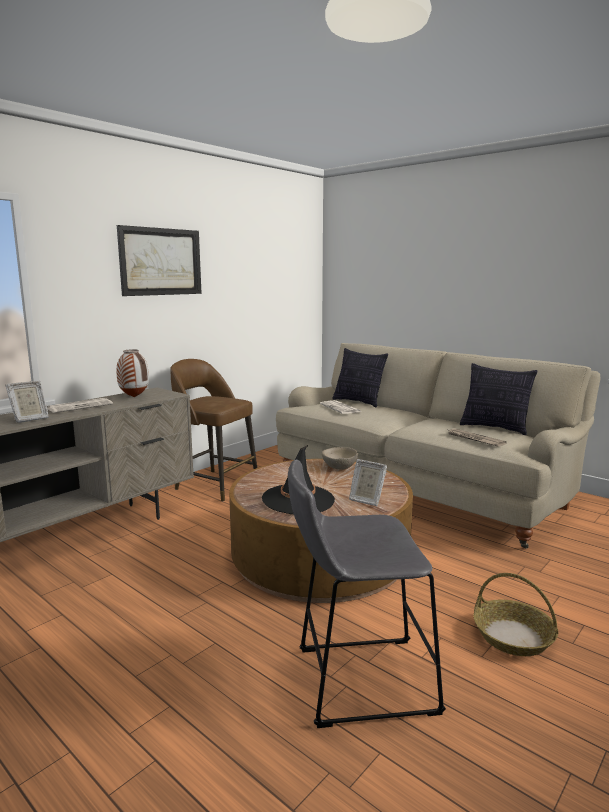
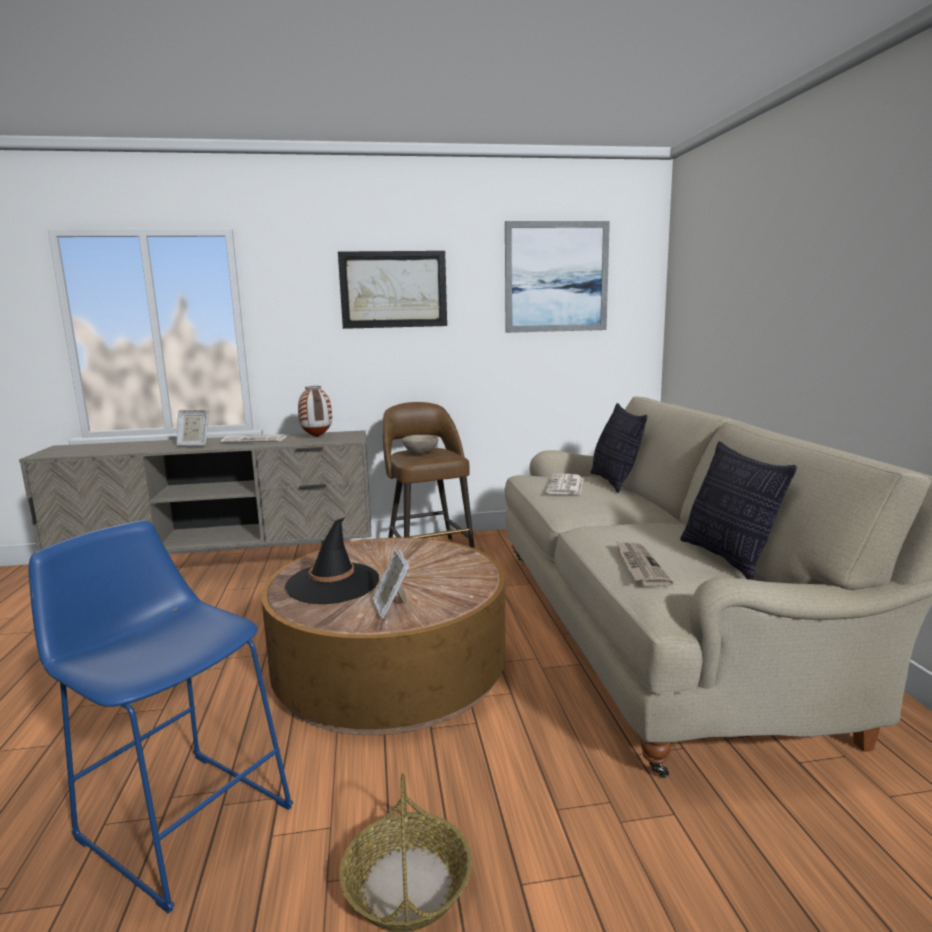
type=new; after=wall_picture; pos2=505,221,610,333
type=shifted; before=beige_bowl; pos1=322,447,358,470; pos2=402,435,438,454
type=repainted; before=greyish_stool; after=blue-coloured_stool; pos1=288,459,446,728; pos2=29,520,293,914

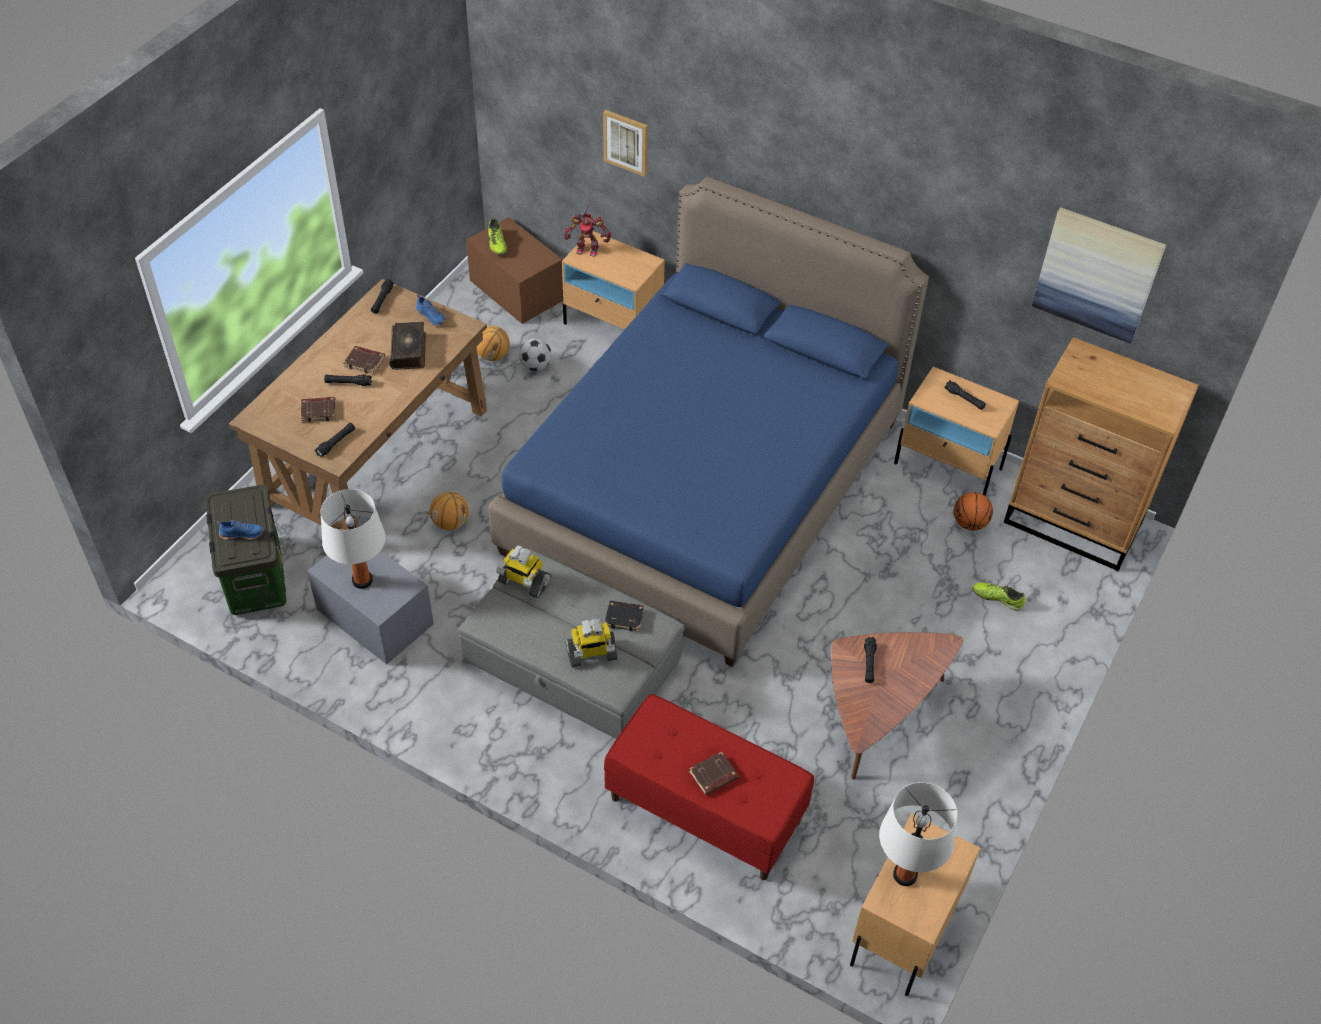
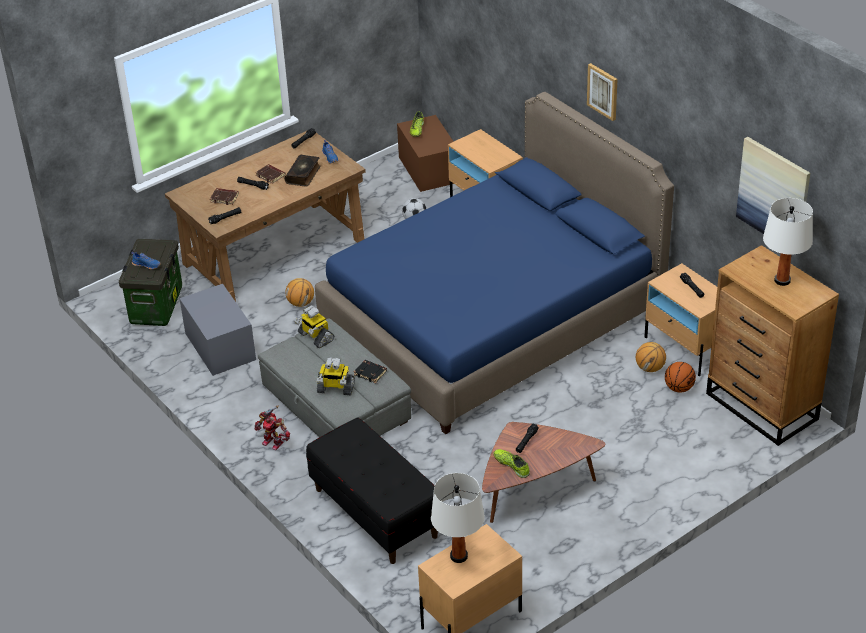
type=gone; before=brownish_volume; pos1=689,752,739,795
type=shifted; before=white-coloured_tabletop_lamp; pos1=321,489,386,589; pos2=763,198,813,286
type=shifted; before=basketball_ball; pos1=476,326,510,361; pos2=636,342,666,372
type=shifted; before=robot_figure; pos1=564,205,612,257; pos2=254,405,290,450
type=shifted; before=wall_picture; pos1=603,110,648,177; pos2=587,63,618,121
type=shifted; before=low_shoe; pos1=973,583,1025,611; pos2=493,449,530,478
type=repainted; before=red-coloured_long_seat; after=blackish_long_seat; pos1=604,694,814,880; pos2=306,417,438,564

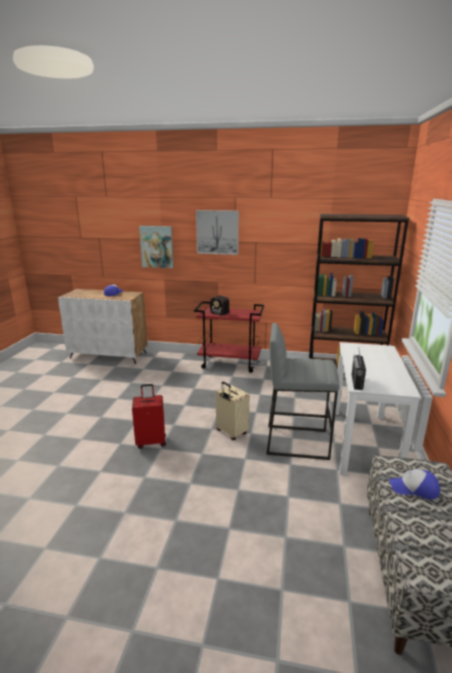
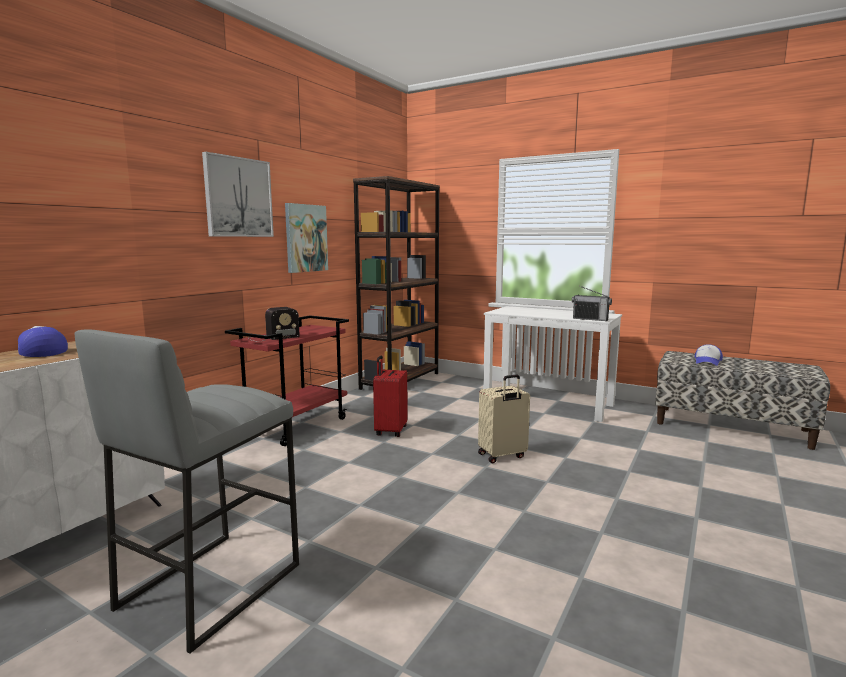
type=shifted; before=red-coloured_piece_of_luggage; pos1=132,384,166,449; pos2=373,355,408,437
type=shifted; before=wall_picture; pos1=139,226,174,268; pos2=285,203,328,273
type=shifted; before=greyish_stool; pos1=266,323,340,460; pos2=74,329,299,654

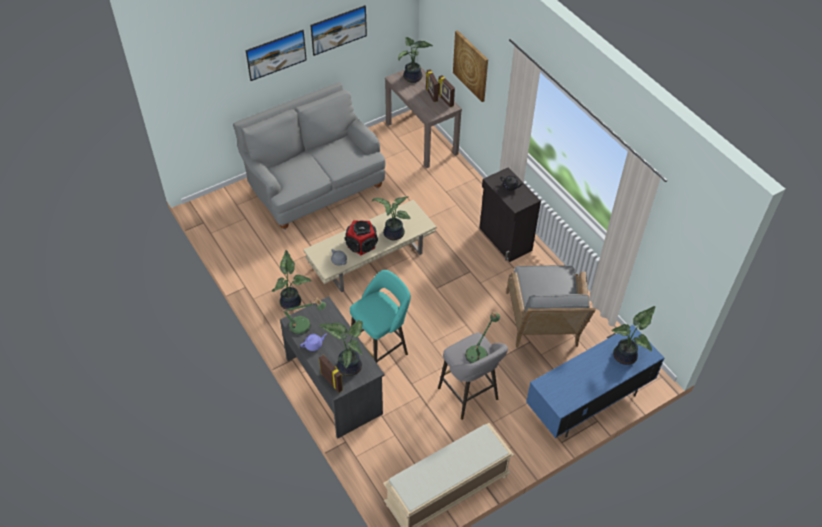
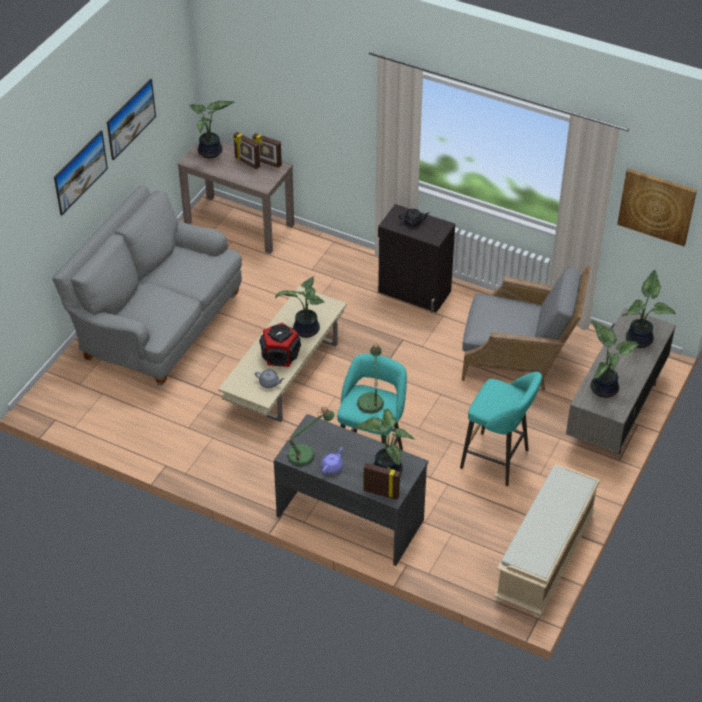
type=shifted; before=potted_plant; pos1=272,250,311,309; pos2=591,320,639,398
type=shifted; before=wall_picture; pos1=453,30,488,102; pos2=617,169,697,246
type=shifted; before=tabletop_lamp; pos1=465,312,500,363; pos2=357,343,384,414
type=repainted; before=greyish_stool; after=turquoise_stool; pos1=438,333,508,420; pos2=460,372,542,486
type=repainted; before=blue-coloured_tv_stand; after=greyish_tv_stand; pos1=526,325,664,438; pos2=566,308,676,454
type=rotated; before=greyish_armchair; pos1=506,265,596,347; pos2=462,265,591,391; turn=-45

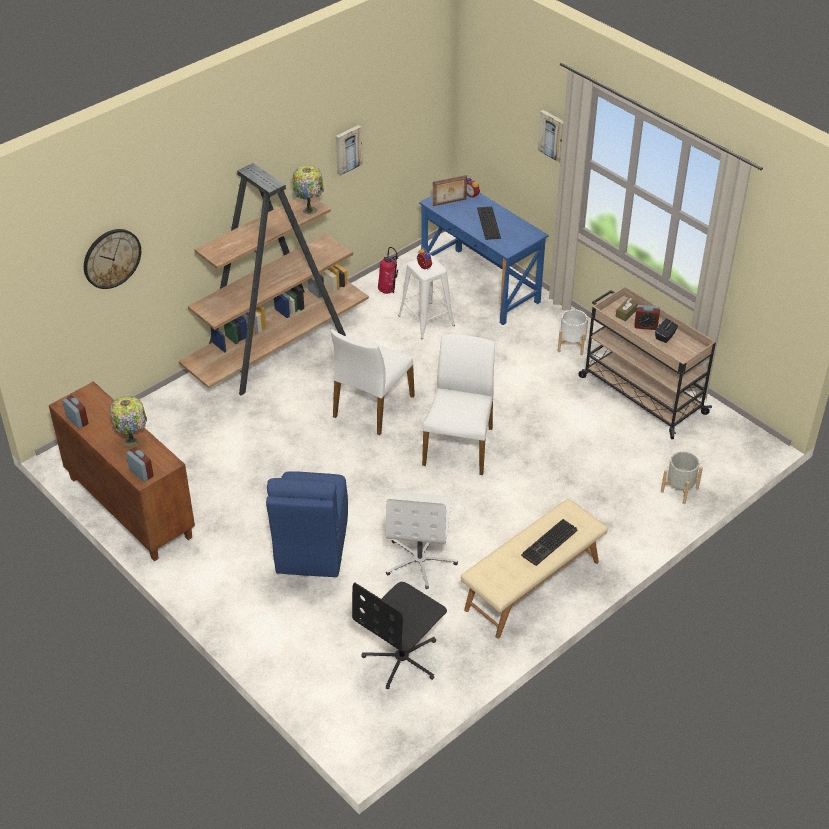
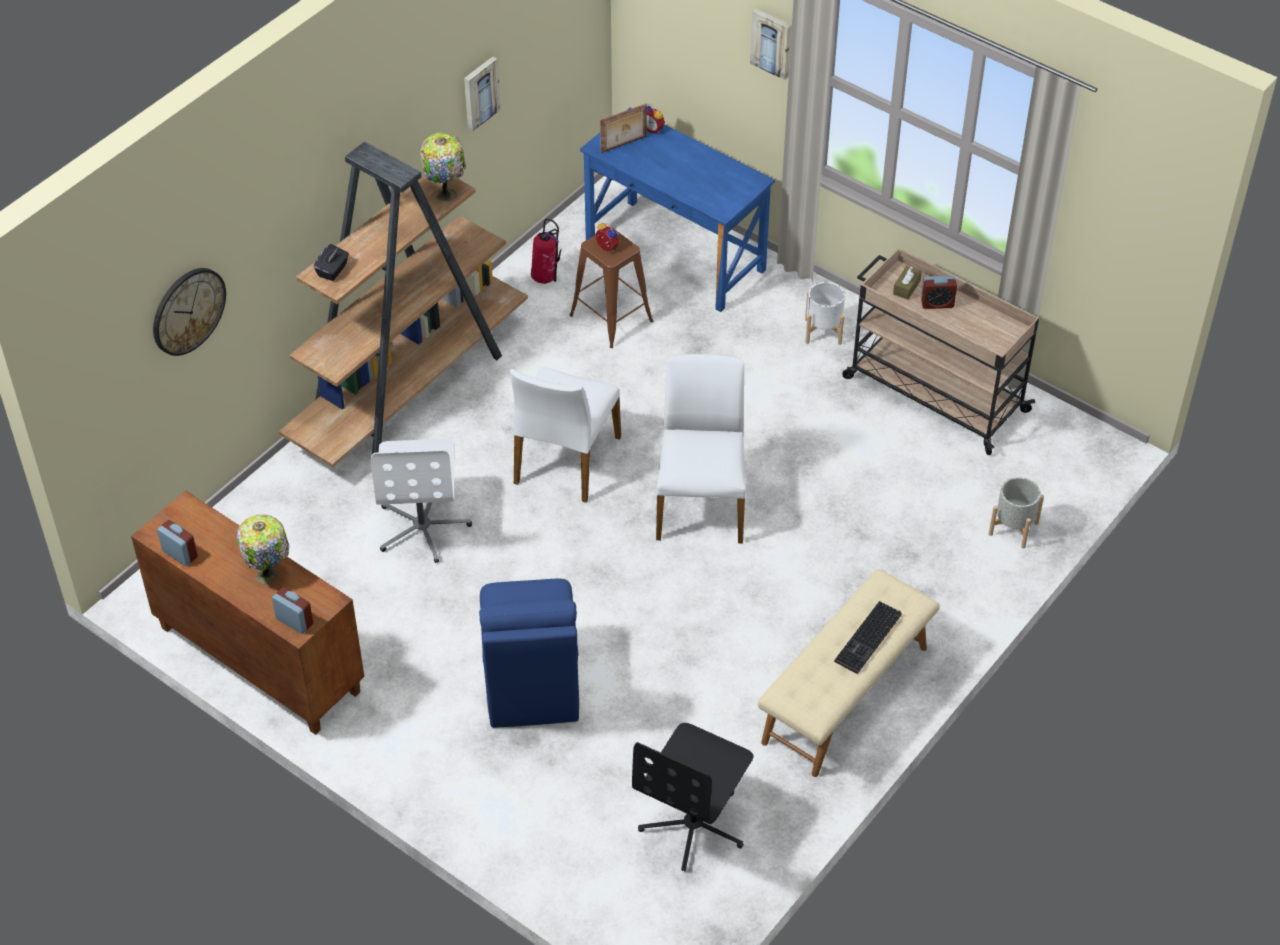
type=gone; before=computer_keyboard; pos1=477,207,501,240
type=shifted; before=white-coloured_computer_chair; pos1=386,492,458,589; pos2=371,439,472,563
type=shifted; before=blackish_box_of_tissues; pos1=655,318,678,343; pos2=314,244,349,281
type=repainted; before=white-coloured_stool; after=brownish_stool; pos1=398,255,455,339; pos2=569,227,653,348

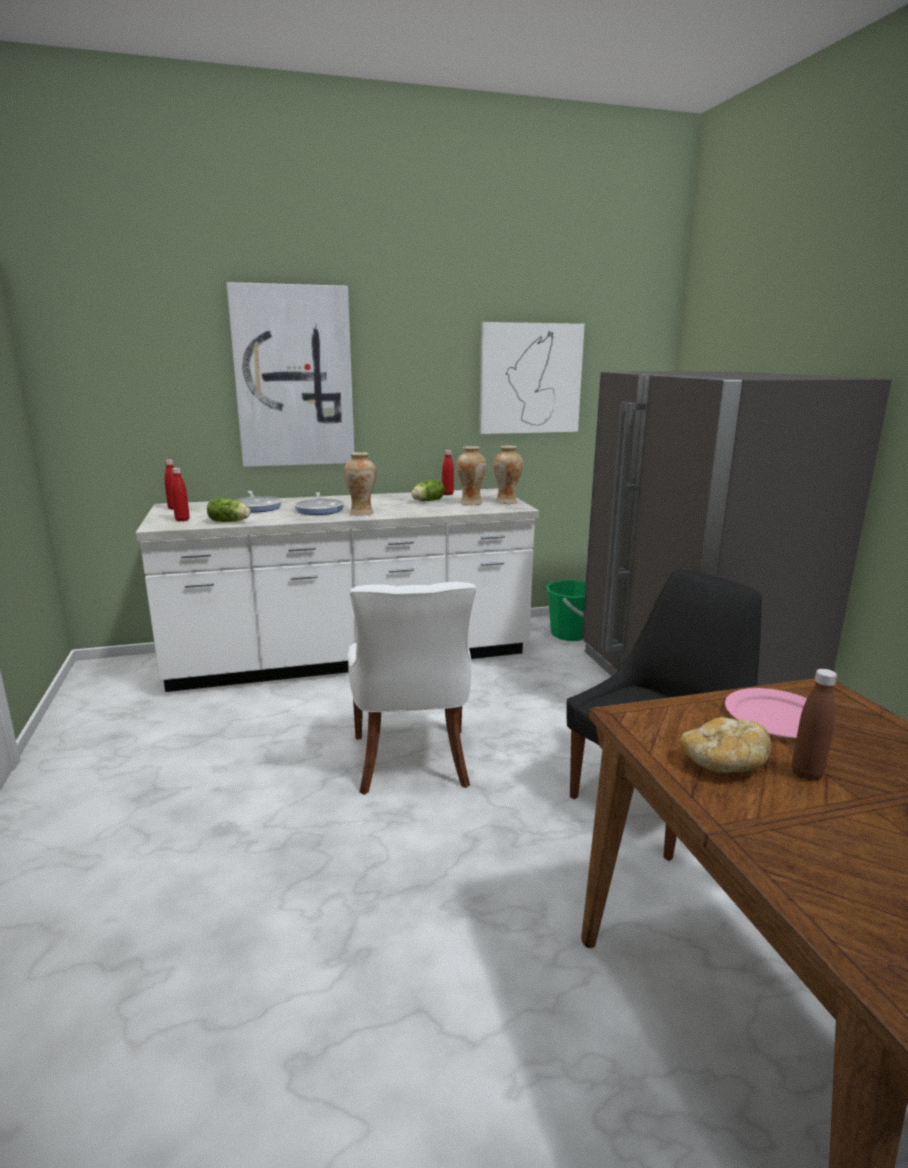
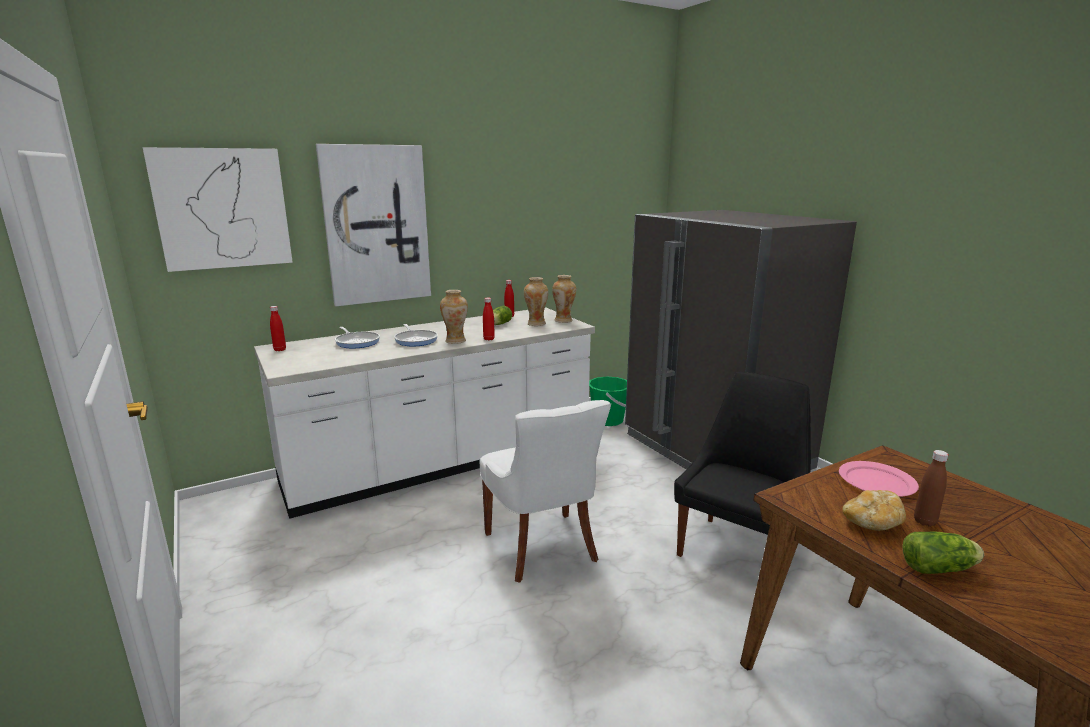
type=shifted; before=red-coloured_bottle; pos1=172,468,190,522; pos2=483,298,495,341
type=shifted; before=head_of_lettuce; pos1=207,498,251,522; pos2=902,532,984,574
type=shifted; before=wall_picture; pos1=479,322,585,434; pos2=143,147,293,272

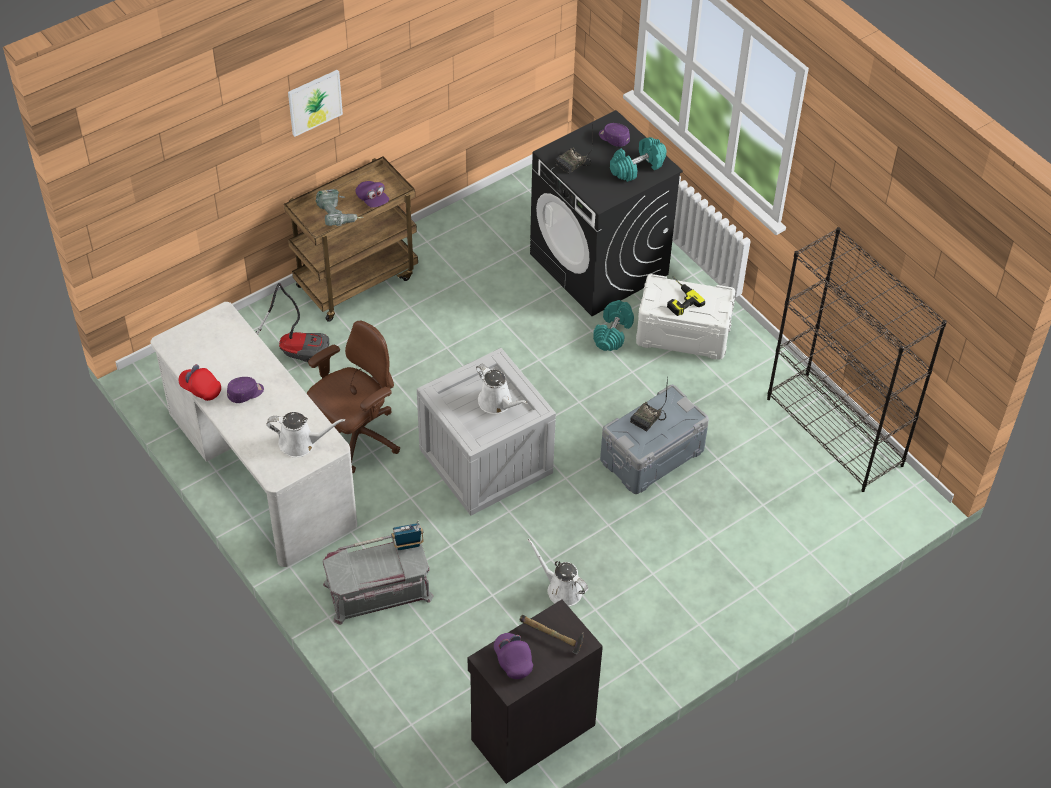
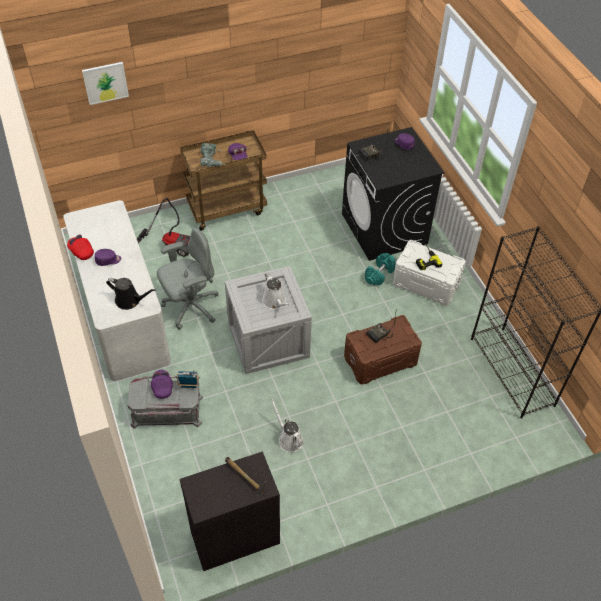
type=gone; before=turquoise_dumbbell; pos1=610,137,666,182
type=shifted; before=wall_picture; pos1=288,70,343,137; pos2=82,62,129,105
type=shifted; before=purple-coloured_peaked_cap; pos1=494,633,533,679; pos2=151,370,173,399
type=repainted; before=white-coloured_watering_can; after=blackish_watering_can; pos1=267,412,345,458; pos2=106,278,156,310
type=repainted; before=brownish_computer_chair; after=greyish_computer_chair; pos1=307,320,400,474; pos2=157,228,219,330
type=repainted; before=greyish_storage_container; after=brownish_storage_container; pos1=600,385,709,494; pos2=344,315,422,384

